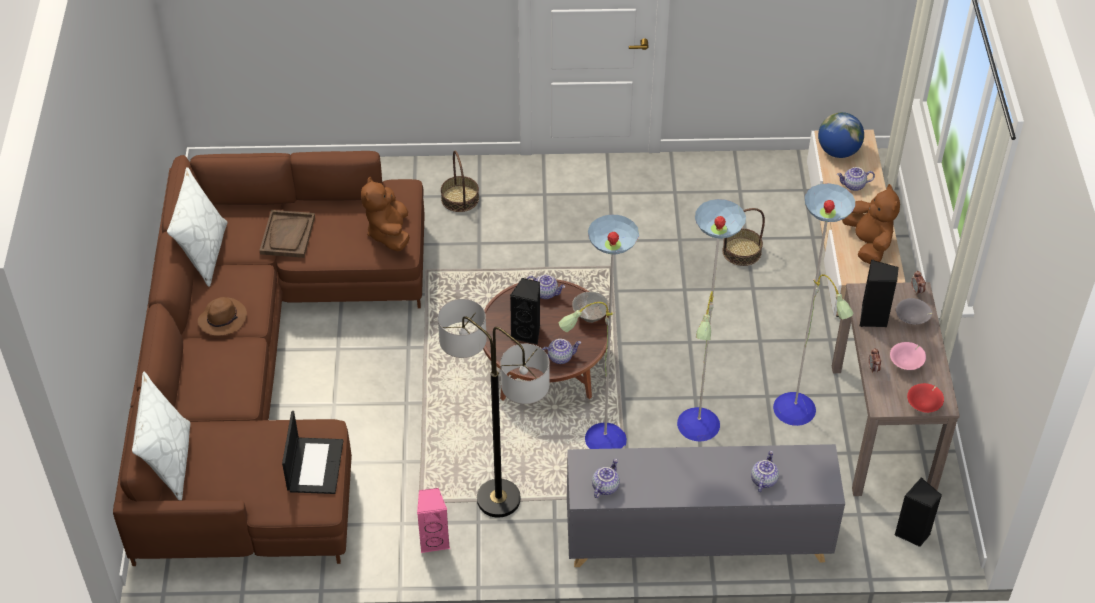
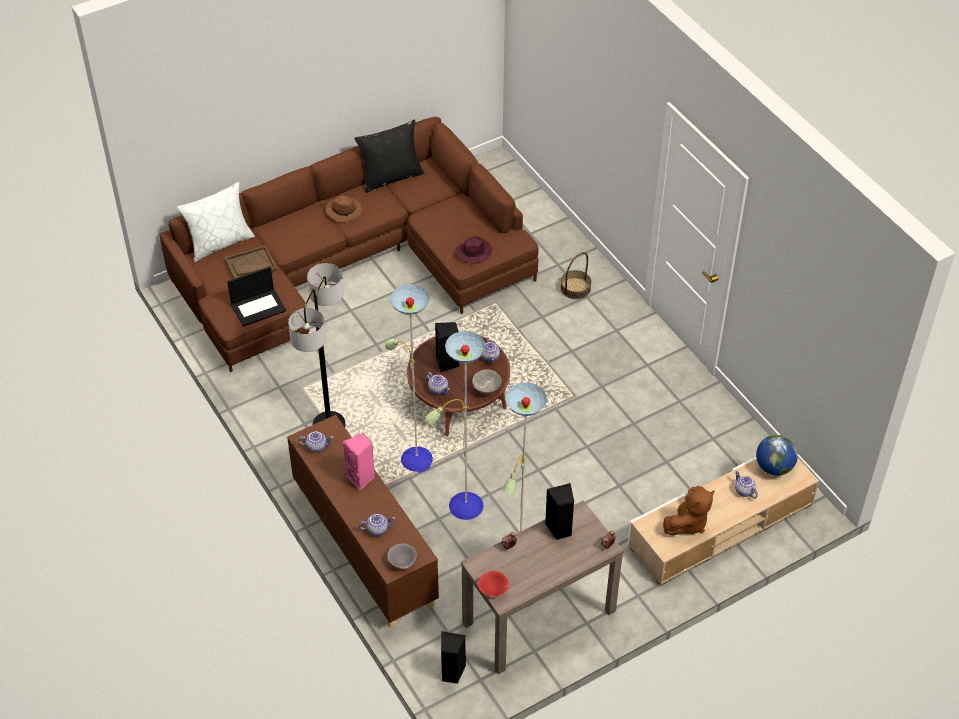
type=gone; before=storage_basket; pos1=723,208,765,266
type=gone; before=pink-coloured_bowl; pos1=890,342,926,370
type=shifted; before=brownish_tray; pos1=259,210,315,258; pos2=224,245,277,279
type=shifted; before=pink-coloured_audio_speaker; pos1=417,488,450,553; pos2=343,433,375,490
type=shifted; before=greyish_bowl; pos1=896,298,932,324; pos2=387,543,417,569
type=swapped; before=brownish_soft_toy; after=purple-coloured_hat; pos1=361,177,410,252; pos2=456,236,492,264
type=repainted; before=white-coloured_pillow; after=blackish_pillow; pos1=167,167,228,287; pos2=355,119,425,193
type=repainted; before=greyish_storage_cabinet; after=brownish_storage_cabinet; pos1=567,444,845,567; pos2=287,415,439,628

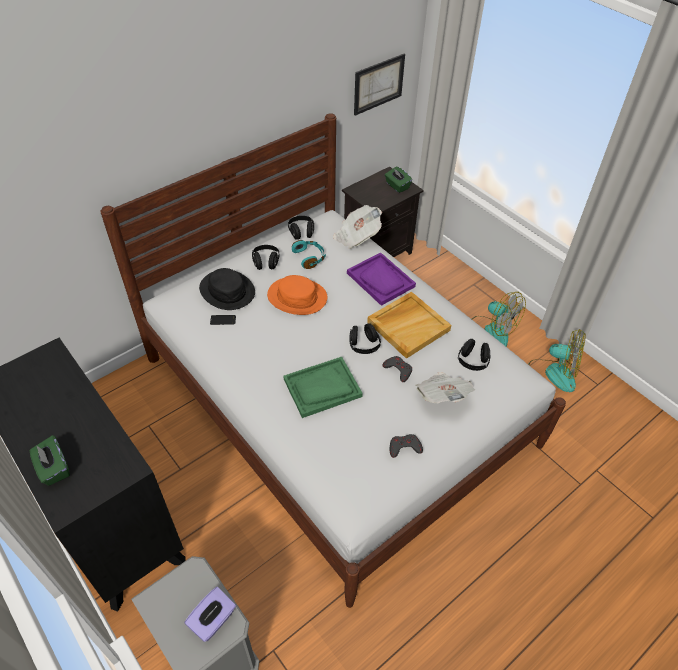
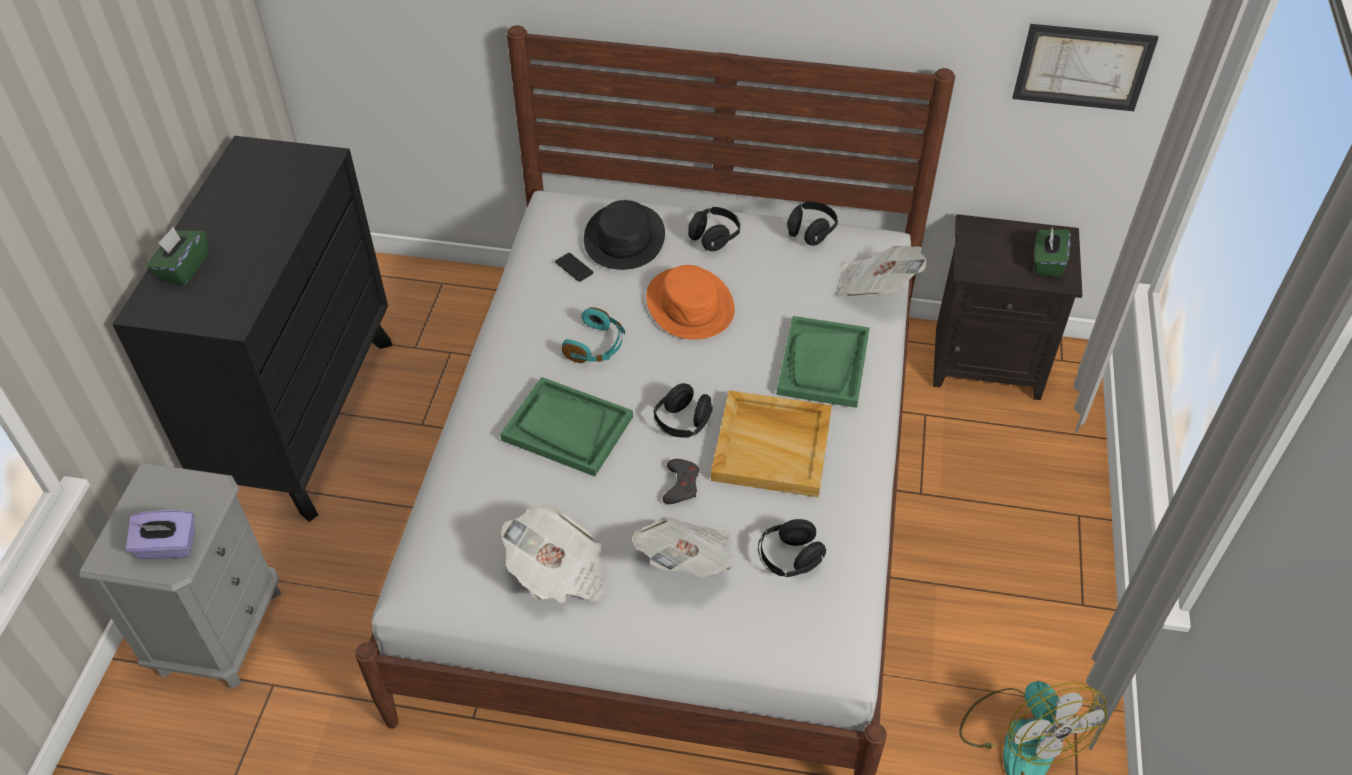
type=gone; before=fan; pos1=472,292,526,346
type=shifted; before=turquoise_headphones; pos1=292,240,326,269; pos2=562,307,625,363
type=swapped; before=greyish_joypad; after=printed_paper; pos1=390,434,423,458; pos2=501,506,604,603
type=repainted; before=purple-coloured_tray; after=green_tray; pos1=347,252,416,306; pos2=776,316,870,408

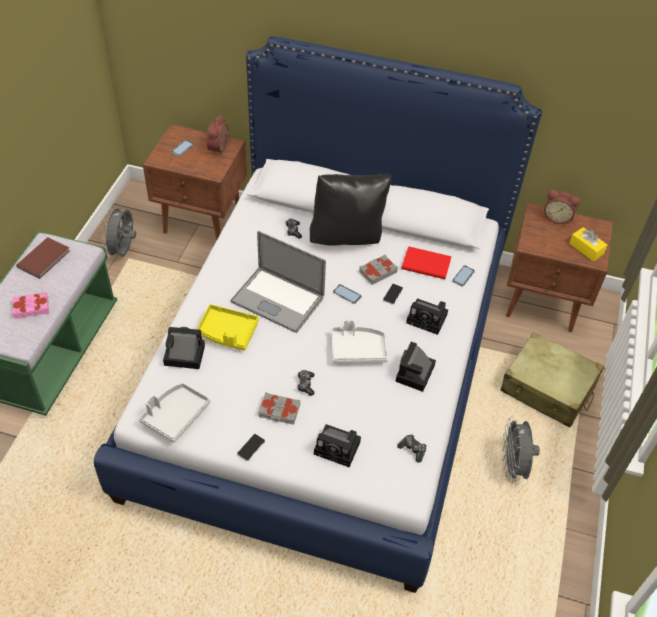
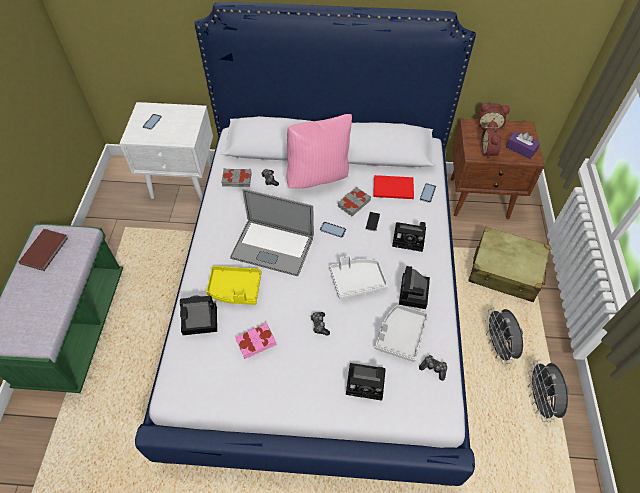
type=gone; before=handset; pos1=237,434,265,461
type=shifted; before=pink-coloured_volume; pos1=12,292,49,319; pos2=235,323,276,359
type=shifted; before=greyish_fan; pos1=102,205,136,258; pos2=528,360,569,422
type=shifted; before=greyish_tray; pos1=139,383,210,443; pos2=375,304,428,362
type=shifted; before=alarm_clock; pos1=206,115,230,155; pos2=481,120,502,160
type=shifted; before=greyish_volume; pos1=258,392,300,425; pos2=221,168,252,187
type=repainted; before=brownish_night_table; after=white-coloured_night_table; pos1=143,124,247,240; pos2=119,102,213,202
type=repainted; before=blackish_pillow; after=pink-coloured_pillow; pos1=310,174,392,246; pos2=286,114,352,188
type=repainted; before=yellowish_box_of_tissues; after=purple-coloured_box_of_tissues; pos1=569,227,608,261; pos2=506,131,540,159

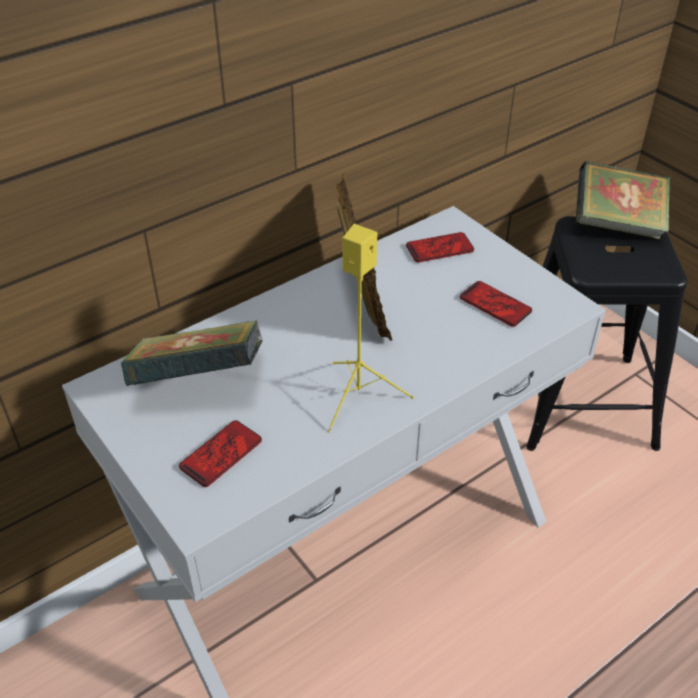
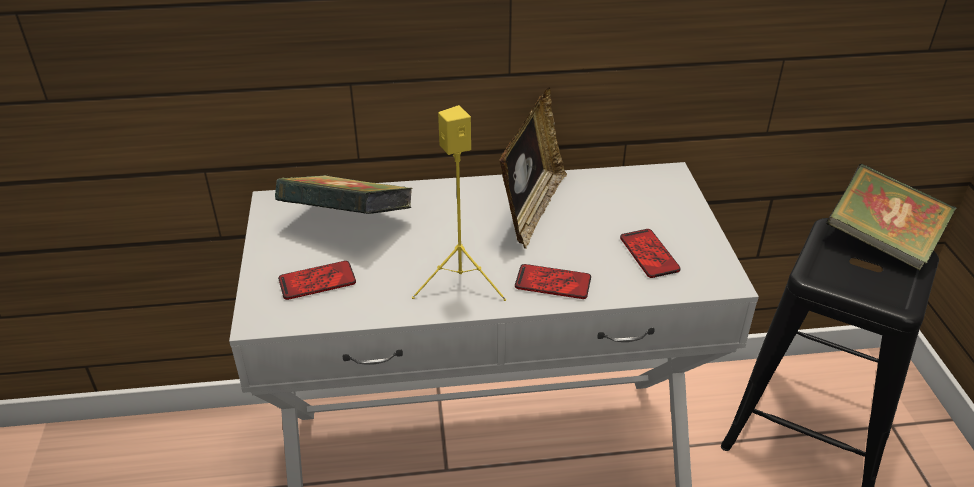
type=shifted; before=handset; pos1=406,232,474,262; pos2=515,264,591,299

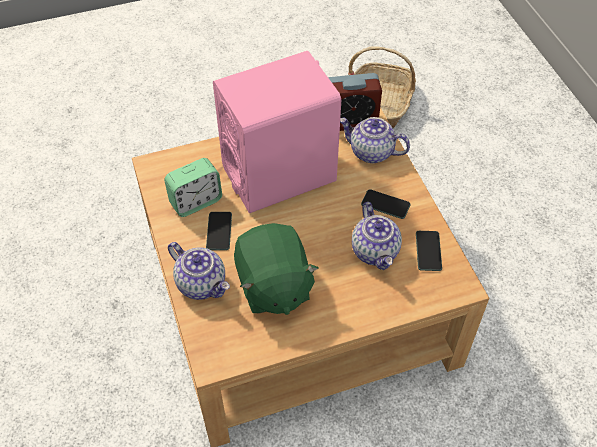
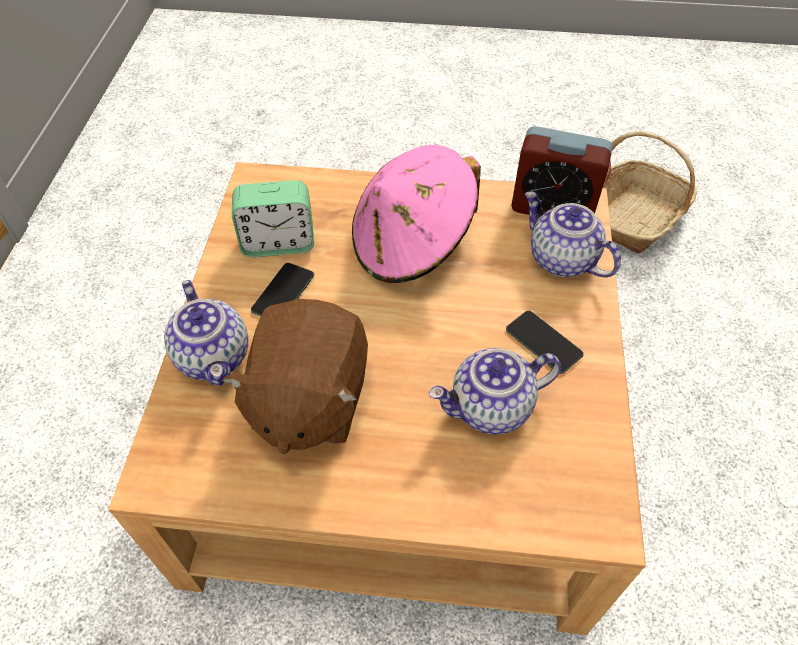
type=gone; before=handset; pos1=416,231,442,271
type=swapped; before=pink-coloured_audio_speaker; after=pink-coloured_hat; pos1=213,51,341,213; pos2=352,145,481,283
type=repainted; before=green_soft_toy; after=brownish_soft_toy; pos1=234,223,318,315; pos2=222,299,368,454
type=rotated; before=tea_pot; pos1=352,202,402,270; pos2=429,348,561,434; turn=60

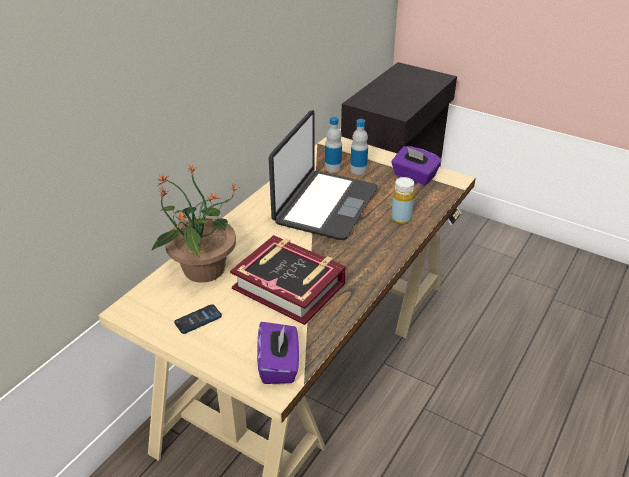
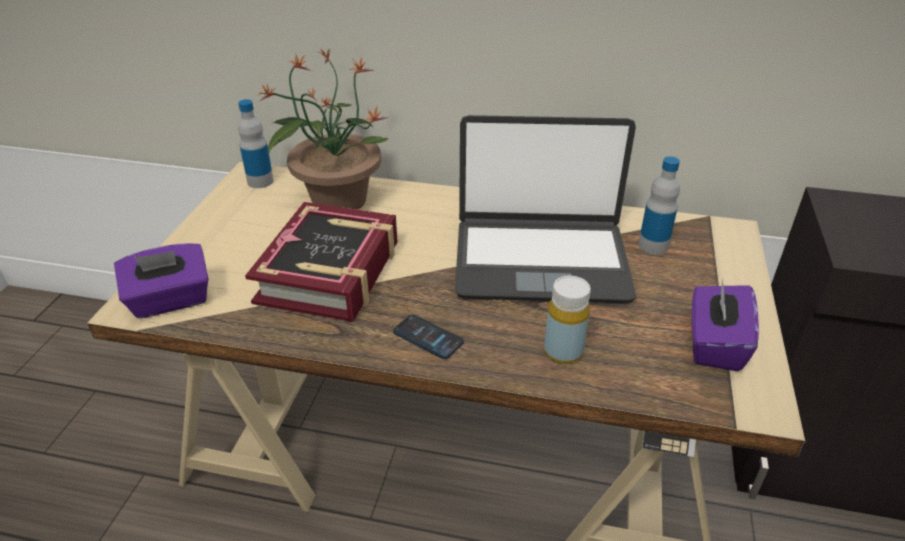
type=shifted; before=handset; pos1=174,304,222,334; pos2=393,315,464,359
type=shifted; before=bottle; pos1=350,119,368,175; pos2=238,99,274,188

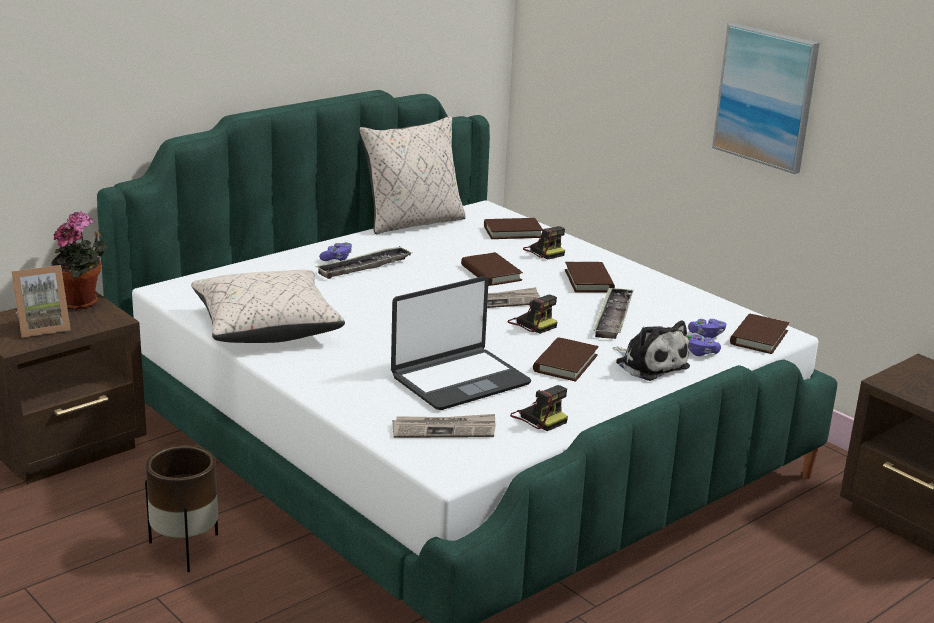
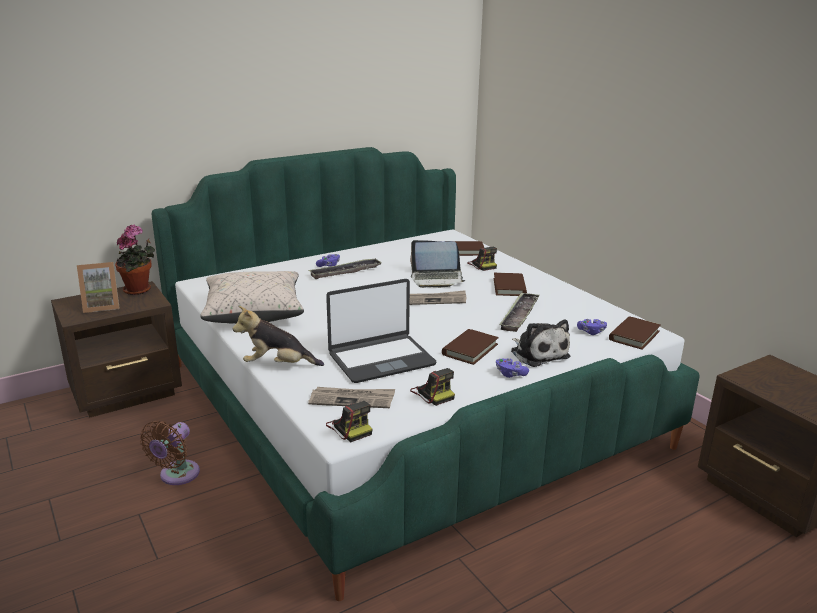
type=gone; before=beige_pillow; pos1=360,116,466,234
type=gone; before=wall_picture; pos1=712,23,820,174
type=new; after=soft_toy; pos2=233,306,324,366
type=shifted; before=photo_camera; pos1=508,295,558,334; pos2=326,401,372,443
type=shifted; before=purple-coloured_joypad; pos1=686,334,721,356; pos2=496,358,529,378
type=swapped; before=brownish_planter; after=brownish_fan; pos1=145,445,218,572; pos2=140,421,200,485
type=swapped; before=brownish_volume; after=laptop; pos1=461,252,523,286; pos2=410,240,466,288

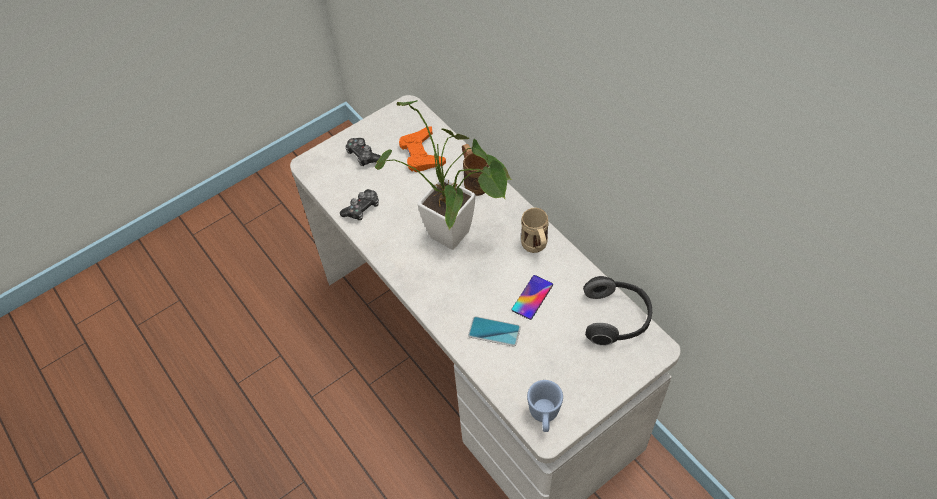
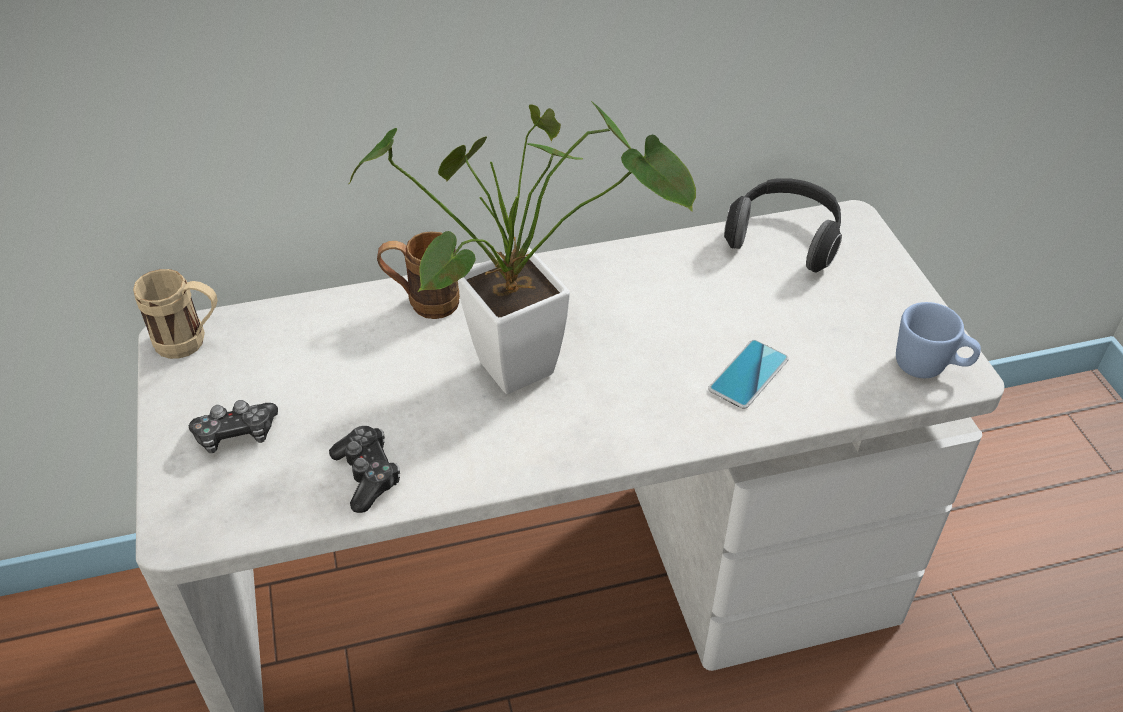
type=gone; before=orange-coloured_joypad; pos1=399,126,446,172
type=gone; before=handset; pos1=511,275,553,320
type=shifted; before=beige_coffee_mug; pos1=521,208,549,253; pos2=133,269,218,359

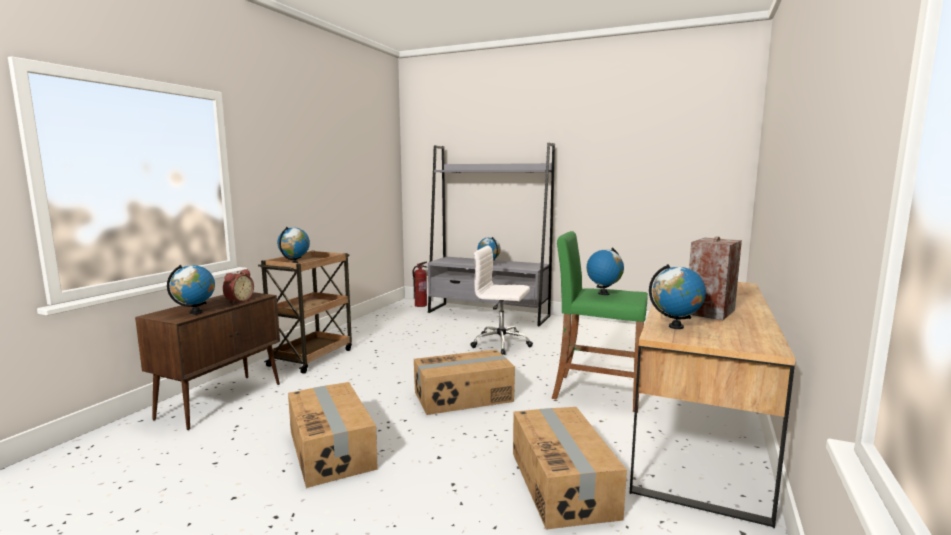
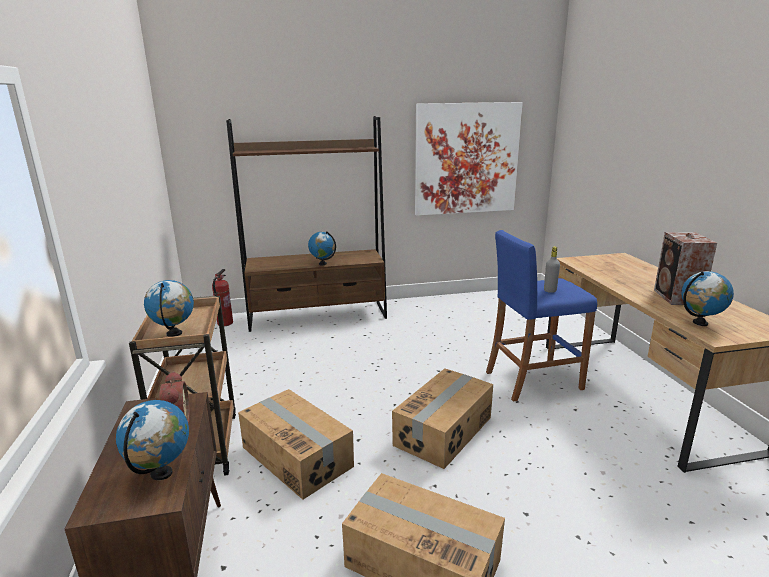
type=gone; before=white-coloured_computer_chair; pos1=470,246,533,355
type=new; after=wall_picture; pos2=415,102,523,216
type=shifted; before=cardboard_box; pos1=513,407,627,530; pos2=238,389,354,500
type=swapped; before=world_globe; after=greyish_bottle; pos1=587,248,624,295; pos2=544,247,560,293
type=repainted; before=greyish_bookshelf; after=brownish_bookshelf; pos1=428,143,555,327; pos2=226,116,387,332
type=repainted; before=green_stool; after=blue-coloured_stool; pos1=552,231,648,413; pos2=486,230,597,402

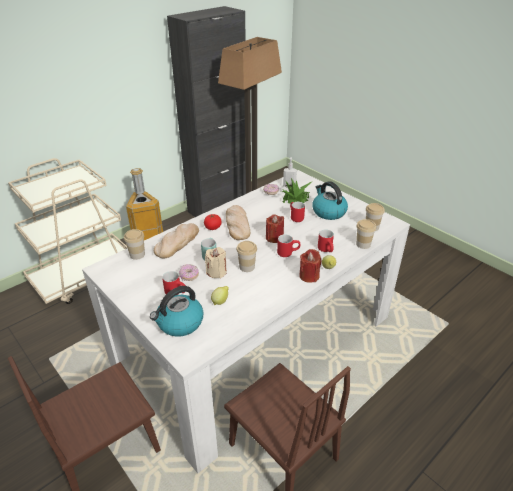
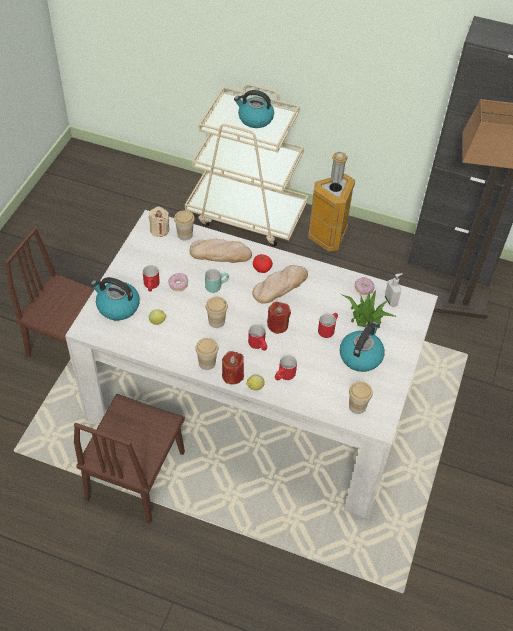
type=new; after=kettle; pos2=234,90,274,128
type=shifted; before=beige_candle; pos1=205,247,227,278; pos2=149,207,169,237
type=shifted; before=small_cup; pos1=356,219,376,249; pos2=195,338,218,370

